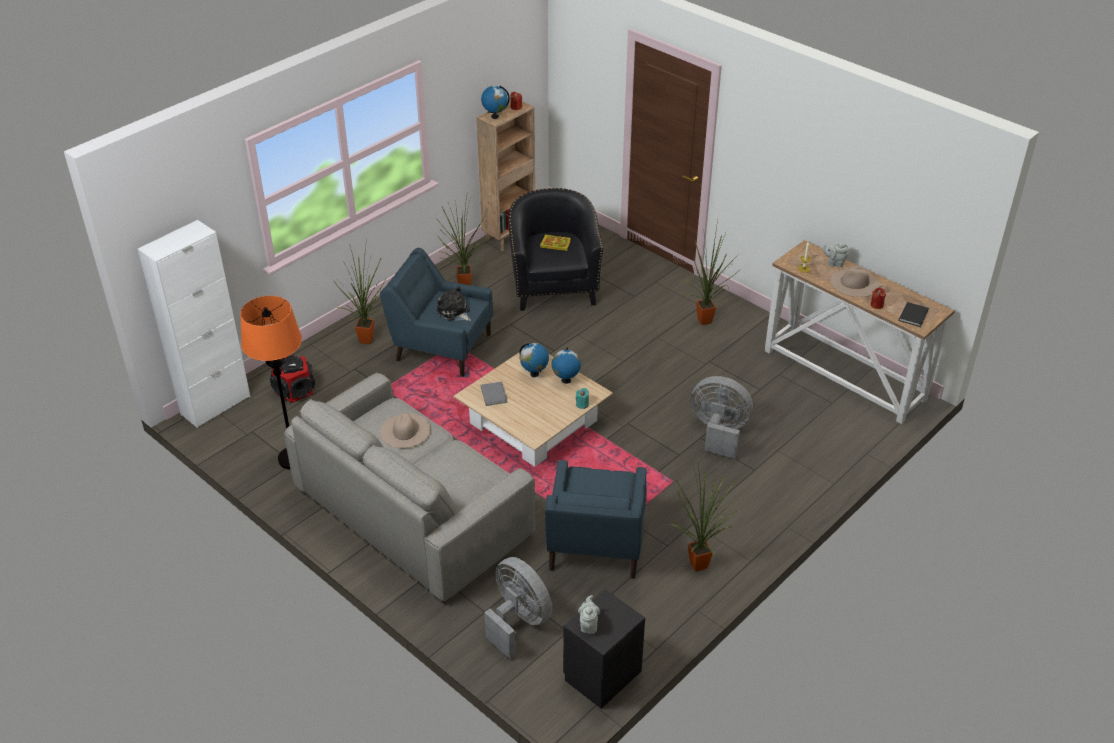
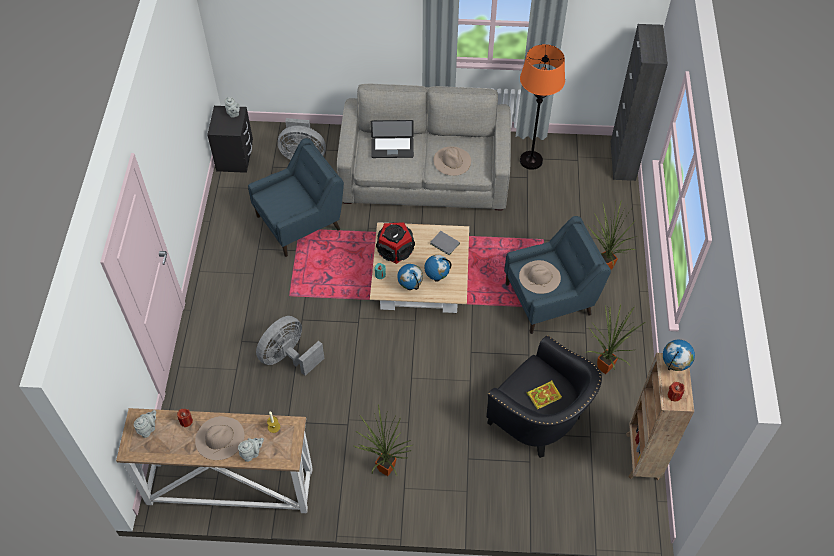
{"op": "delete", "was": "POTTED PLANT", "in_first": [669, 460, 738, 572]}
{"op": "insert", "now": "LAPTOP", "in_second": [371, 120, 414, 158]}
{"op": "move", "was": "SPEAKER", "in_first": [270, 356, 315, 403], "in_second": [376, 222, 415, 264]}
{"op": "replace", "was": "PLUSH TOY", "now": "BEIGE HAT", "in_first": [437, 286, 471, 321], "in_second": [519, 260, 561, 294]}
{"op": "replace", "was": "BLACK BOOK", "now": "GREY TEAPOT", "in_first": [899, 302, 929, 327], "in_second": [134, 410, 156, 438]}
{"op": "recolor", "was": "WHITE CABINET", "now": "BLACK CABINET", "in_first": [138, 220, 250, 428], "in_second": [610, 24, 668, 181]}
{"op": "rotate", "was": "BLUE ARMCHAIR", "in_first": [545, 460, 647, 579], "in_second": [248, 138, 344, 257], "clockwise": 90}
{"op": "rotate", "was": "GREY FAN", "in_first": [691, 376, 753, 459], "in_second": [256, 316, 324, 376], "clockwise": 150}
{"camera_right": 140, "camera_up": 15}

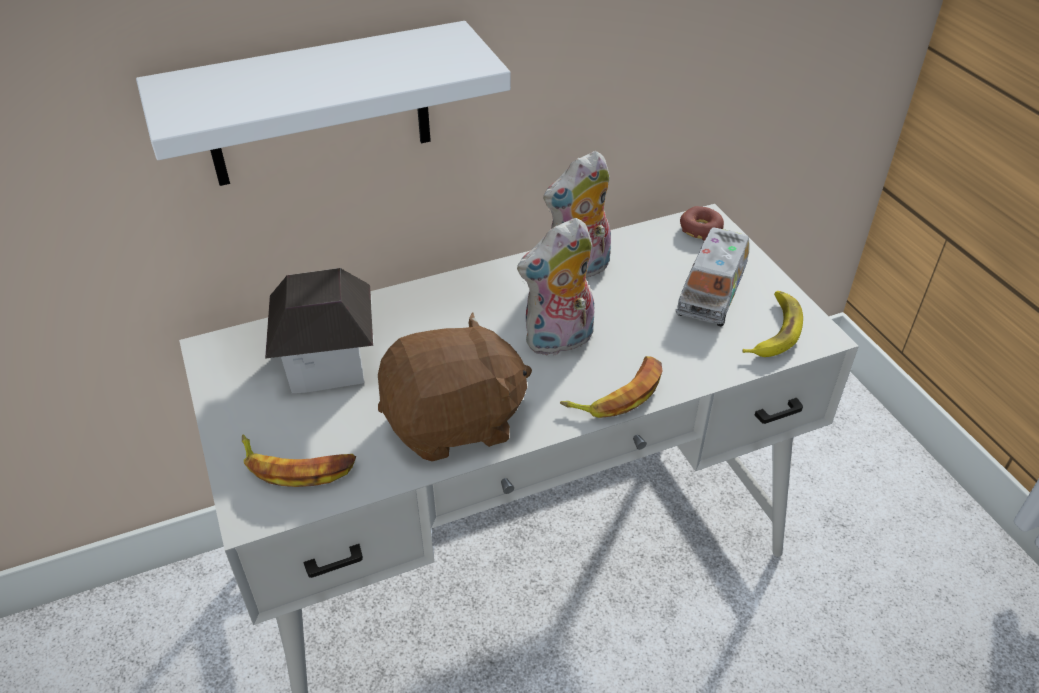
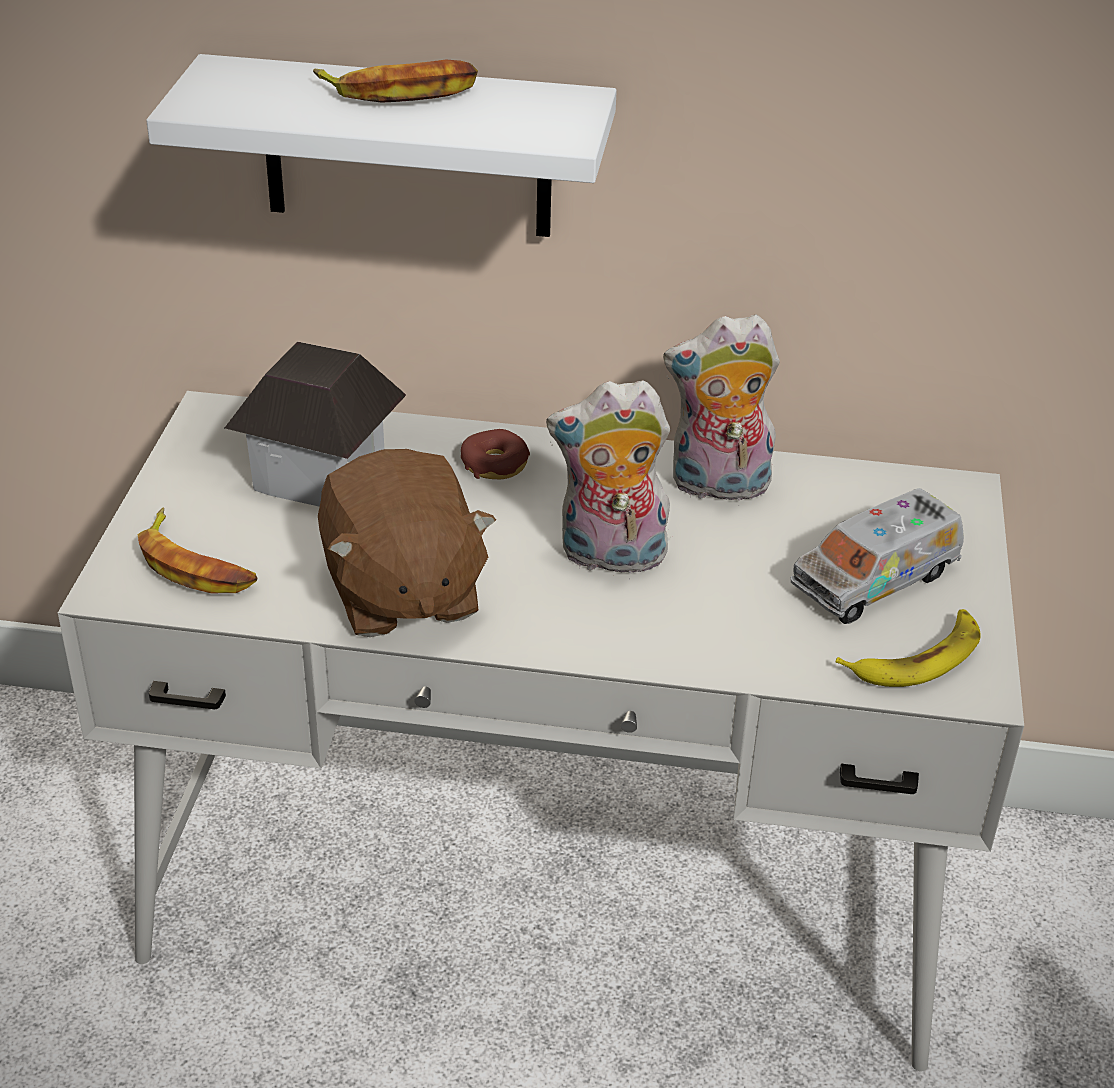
{"op": "move", "was": "BANANA", "in_first": [560, 356, 663, 418], "in_second": [313, 60, 478, 103]}
{"op": "move", "was": "DONUT", "in_first": [680, 206, 724, 241], "in_second": [461, 429, 530, 479]}
{"op": "rotate", "was": "BROWN PLUSH TOY", "in_first": [378, 312, 532, 462], "in_second": [318, 449, 496, 637], "clockwise": 60}
{"camera_right": 30, "camera_up": -5}

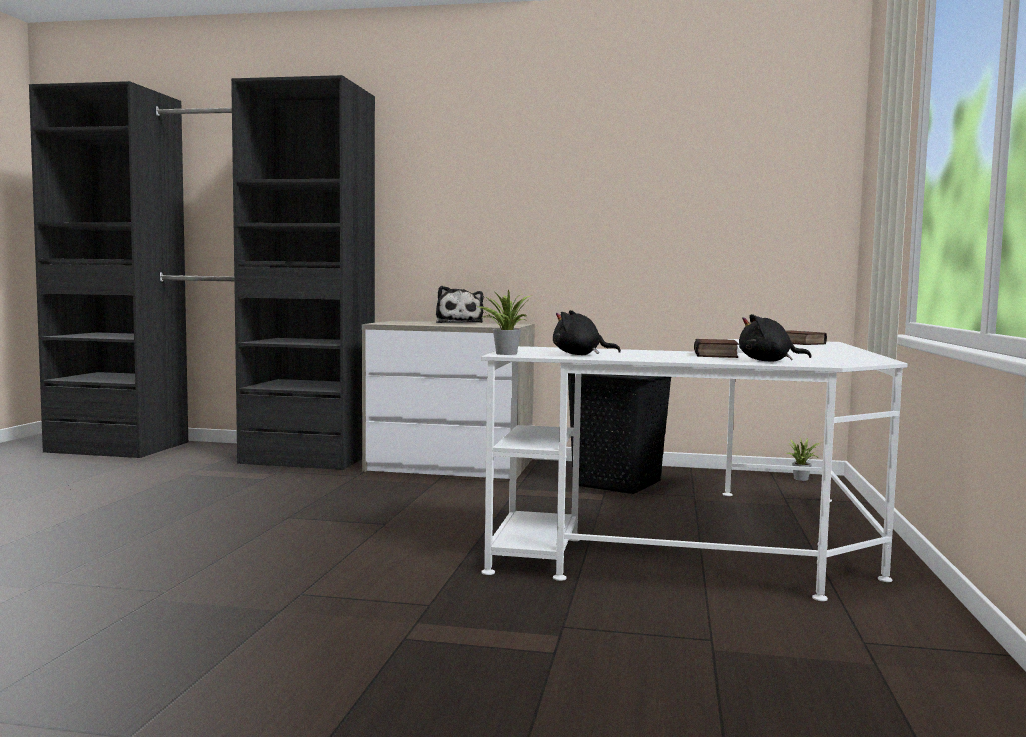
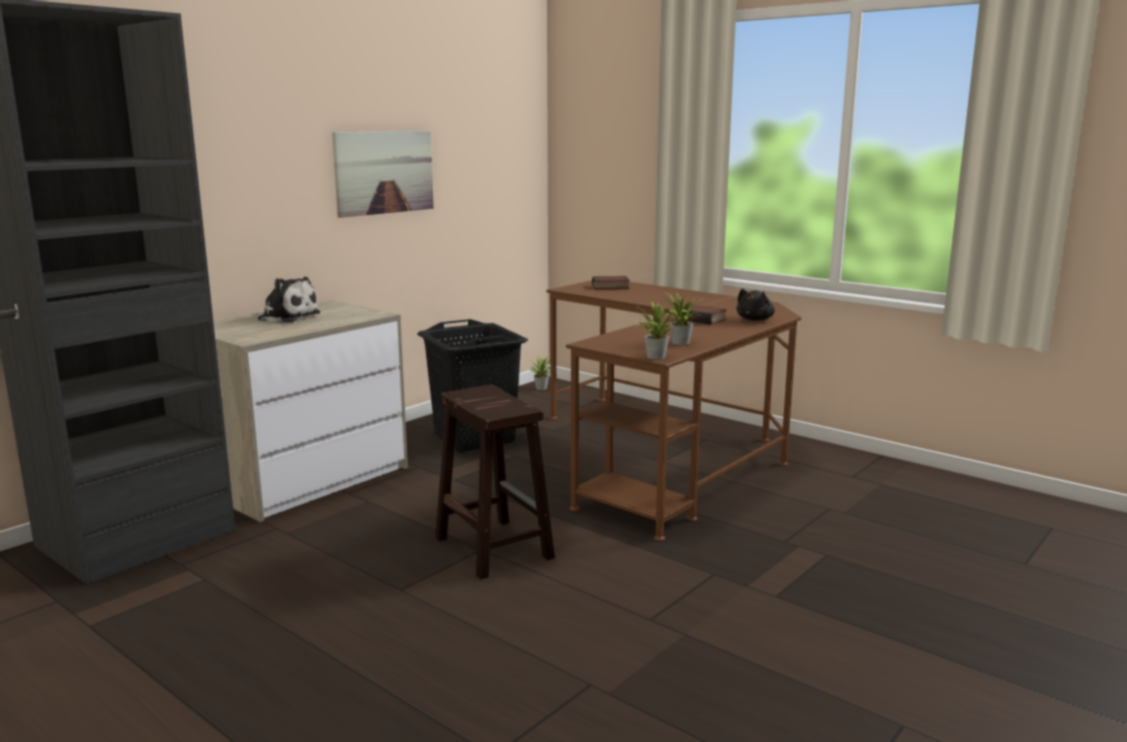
{"op": "insert", "now": "PICTURE", "in_second": [332, 131, 434, 218]}
{"op": "insert", "now": "BROWN STOOL", "in_second": [435, 385, 555, 580]}
{"op": "replace", "was": "BLACK PLUSH TOY", "now": "POTTED PLANT", "in_first": [553, 310, 621, 355], "in_second": [662, 293, 705, 345]}
{"op": "recolor", "was": "WHITE DESK", "now": "BROWN DESK", "in_first": [481, 339, 908, 601], "in_second": [546, 280, 801, 541]}
{"camera_right": -60, "camera_up": 10}

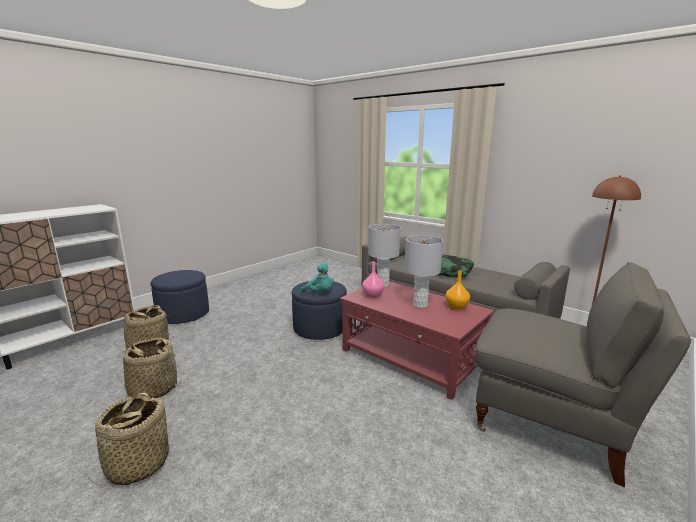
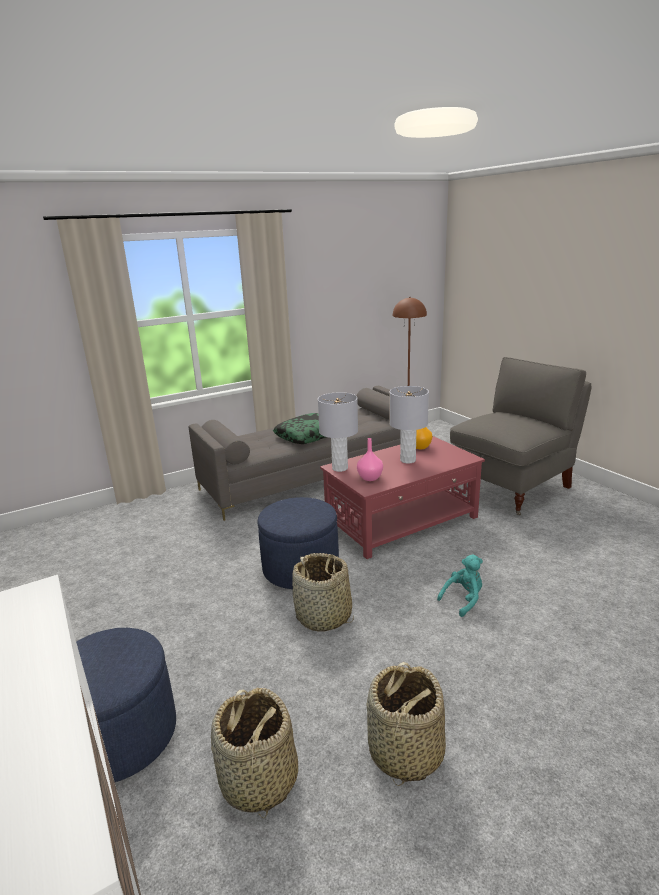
{"op": "move", "was": "BASKET", "in_first": [88, 393, 169, 485], "in_second": [292, 553, 354, 631]}
{"op": "move", "was": "TURQUOISE PLUSH TOY", "in_first": [301, 263, 334, 293], "in_second": [437, 554, 483, 617]}
{"camera_right": -70, "camera_up": 5}

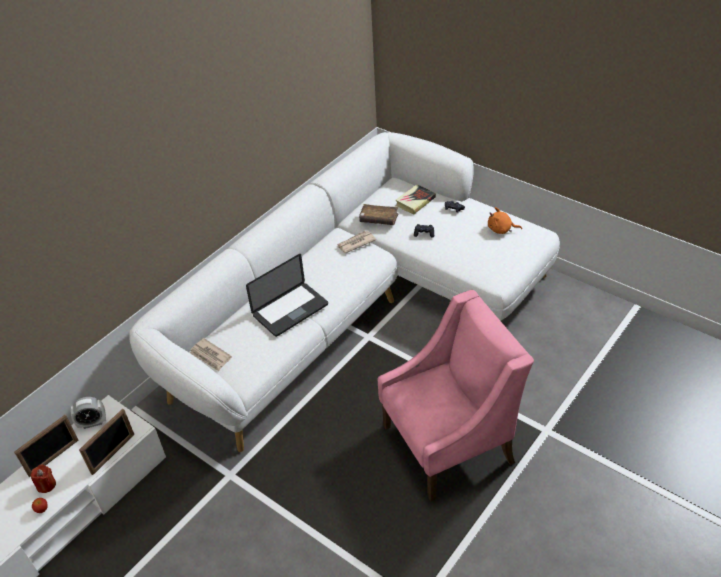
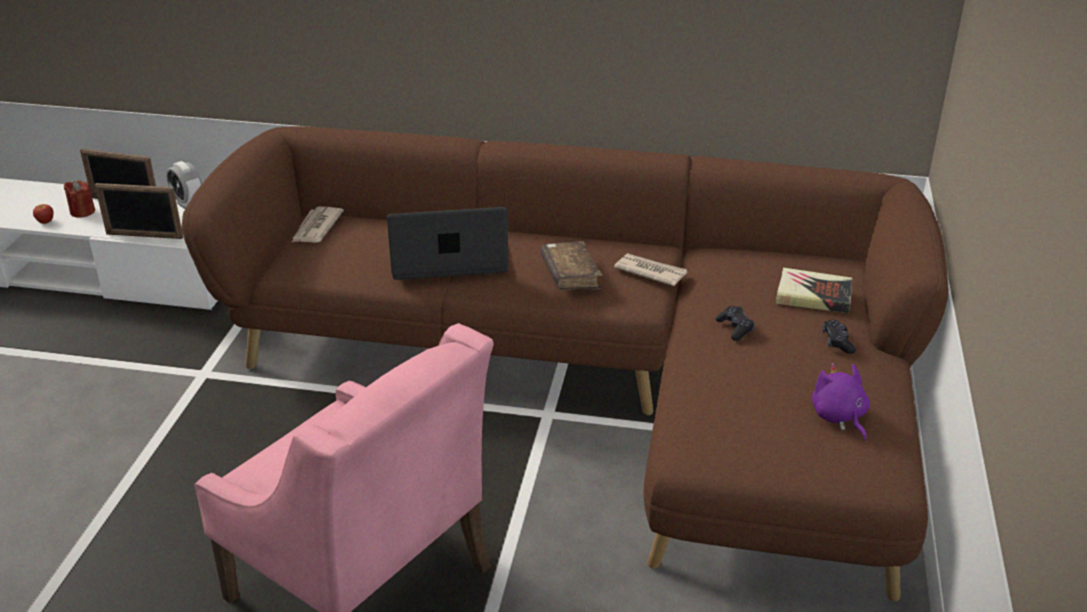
{"op": "move", "was": "BROWN BOOK", "in_first": [359, 204, 398, 225], "in_second": [541, 241, 602, 290]}
{"op": "recolor", "was": "WHITE SOFA", "now": "BROWN SOFA", "in_first": [129, 132, 560, 452], "in_second": [181, 126, 949, 601]}
{"op": "recolor", "was": "ORANGE PLUSH TOY", "now": "PURPLE PLUSH TOY", "in_first": [488, 207, 522, 234], "in_second": [812, 363, 870, 441]}
{"op": "rotate", "was": "LAPTOP", "in_first": [246, 254, 328, 337], "in_second": [387, 207, 508, 280], "clockwise": 150}
{"camera_right": 60, "camera_up": -10}

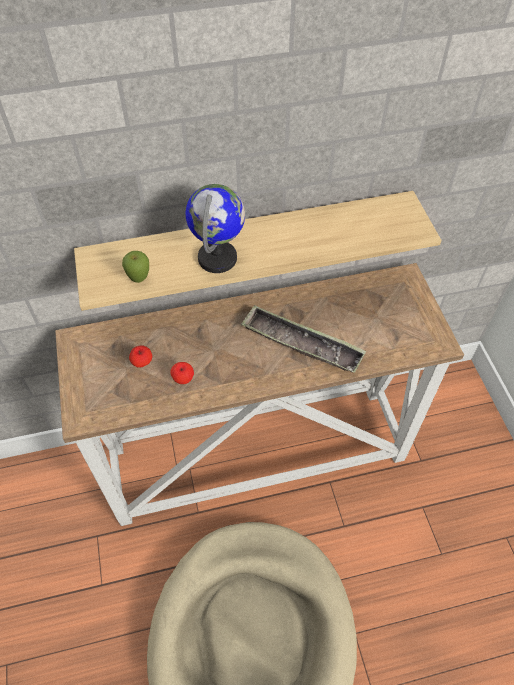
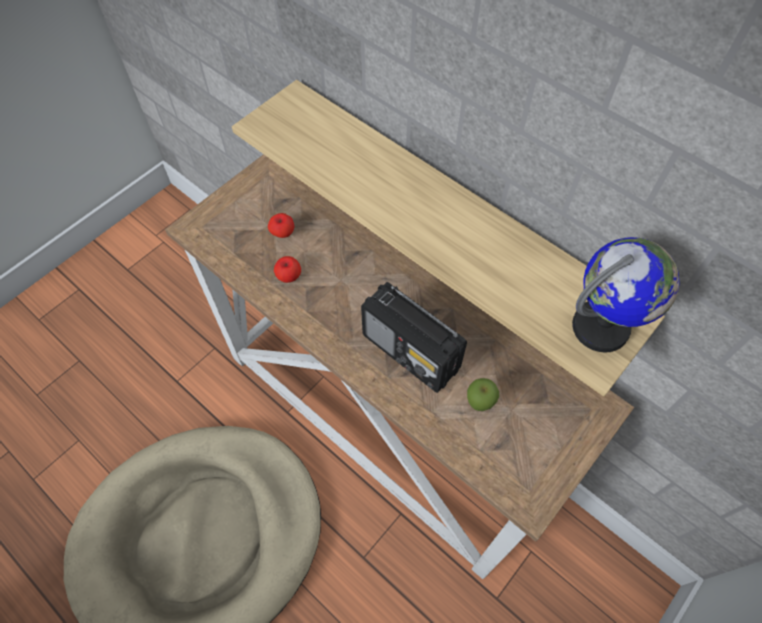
{"op": "move", "was": "APPLE", "in_first": [122, 251, 149, 283], "in_second": [467, 378, 499, 411]}
{"op": "move", "was": "GLOBE", "in_first": [185, 184, 245, 273], "in_second": [572, 237, 680, 353]}
{"op": "replace", "was": "TRAY", "now": "RADIO", "in_first": [241, 305, 366, 373], "in_second": [361, 282, 467, 393]}
{"camera_right": 55, "camera_up": 5}

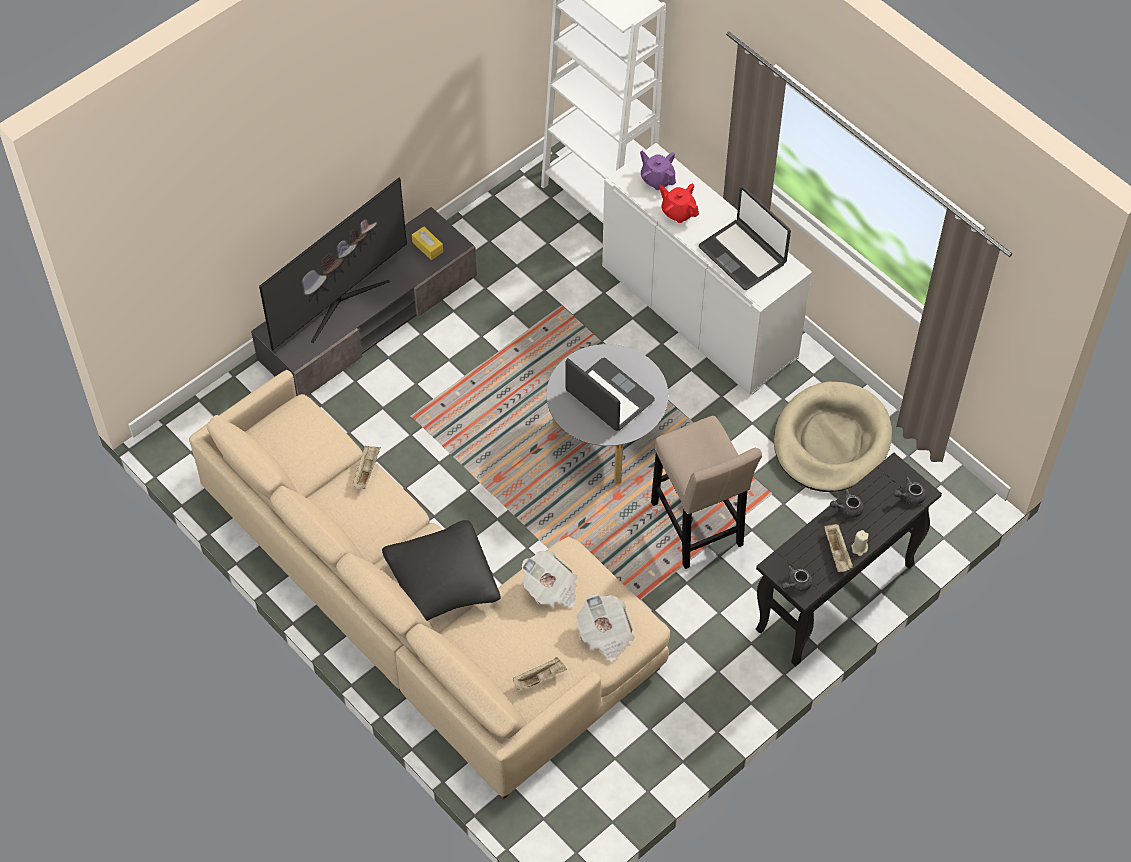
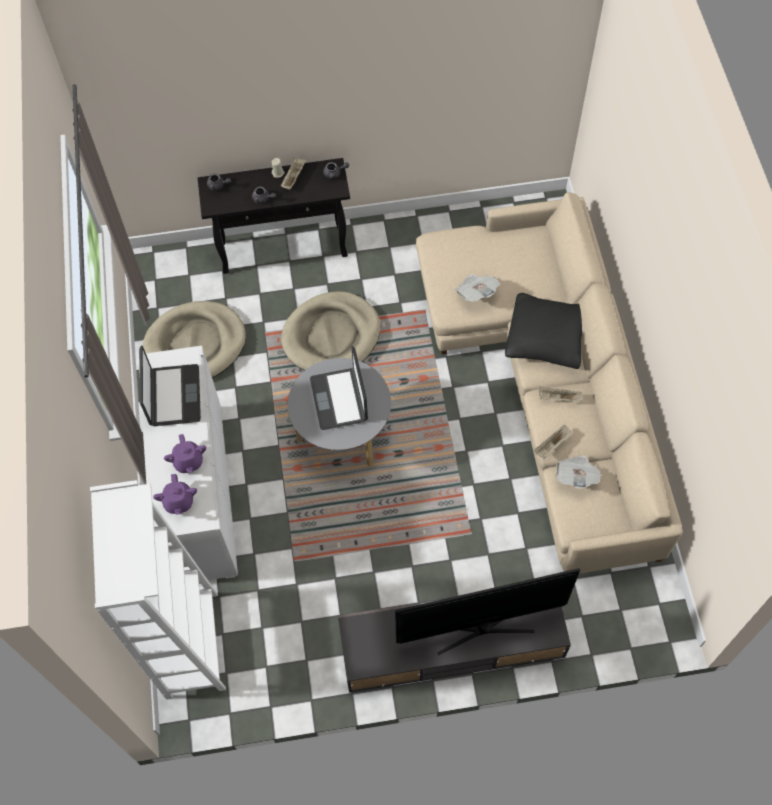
{"op": "delete", "was": "YELLOW TISSUE BOX", "in_first": [412, 227, 443, 260]}
{"op": "move", "was": "BEIGE TRAY", "in_first": [513, 657, 567, 690], "in_second": [539, 387, 582, 402]}
{"op": "move", "was": "NEWSPAPER", "in_first": [576, 594, 635, 662], "in_second": [555, 455, 602, 489]}
{"op": "replace", "was": "BEIGE STOOL", "now": "BEIGE DOG BED", "in_first": [651, 416, 762, 569], "in_second": [281, 291, 380, 371]}
{"op": "recolor", "was": "RED TEAPOT", "now": "PURPLE TEAPOT", "in_first": [659, 184, 699, 223], "in_second": [164, 434, 206, 473]}
{"camera_right": -145, "camera_up": 5}

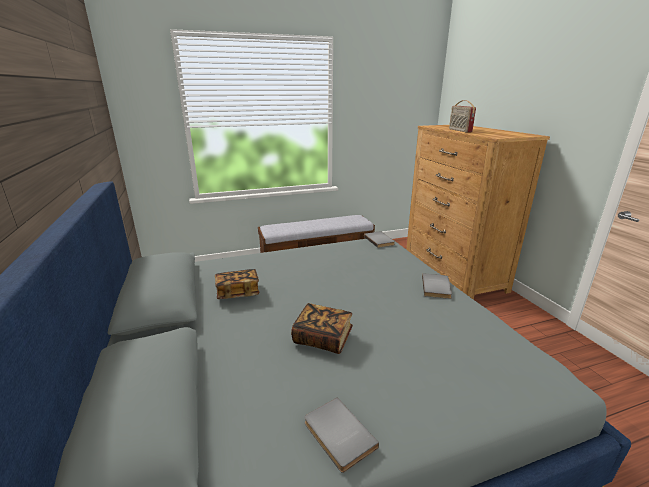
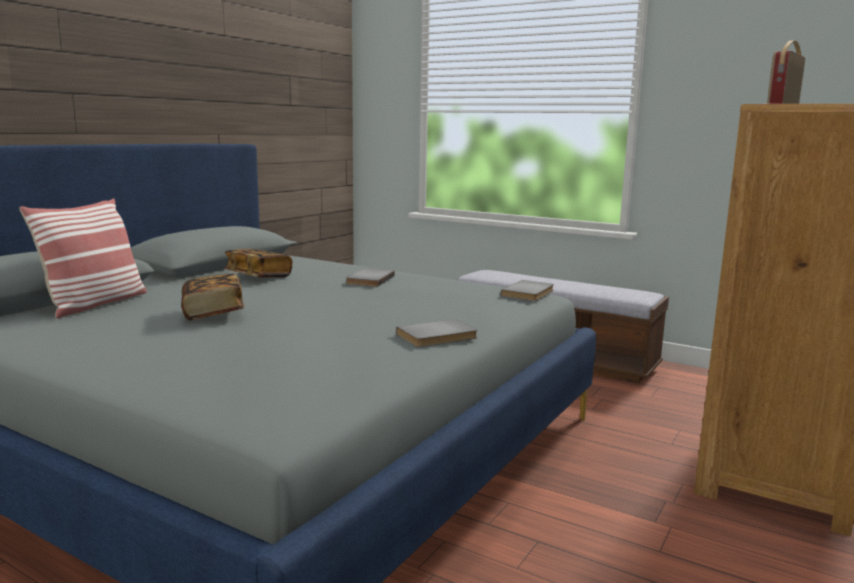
{"op": "insert", "now": "PILLOW", "in_second": [19, 198, 147, 319]}
{"op": "move", "was": "GREY BOOK", "in_first": [304, 397, 379, 473], "in_second": [346, 268, 395, 287]}
{"camera_right": 50, "camera_up": -10}

